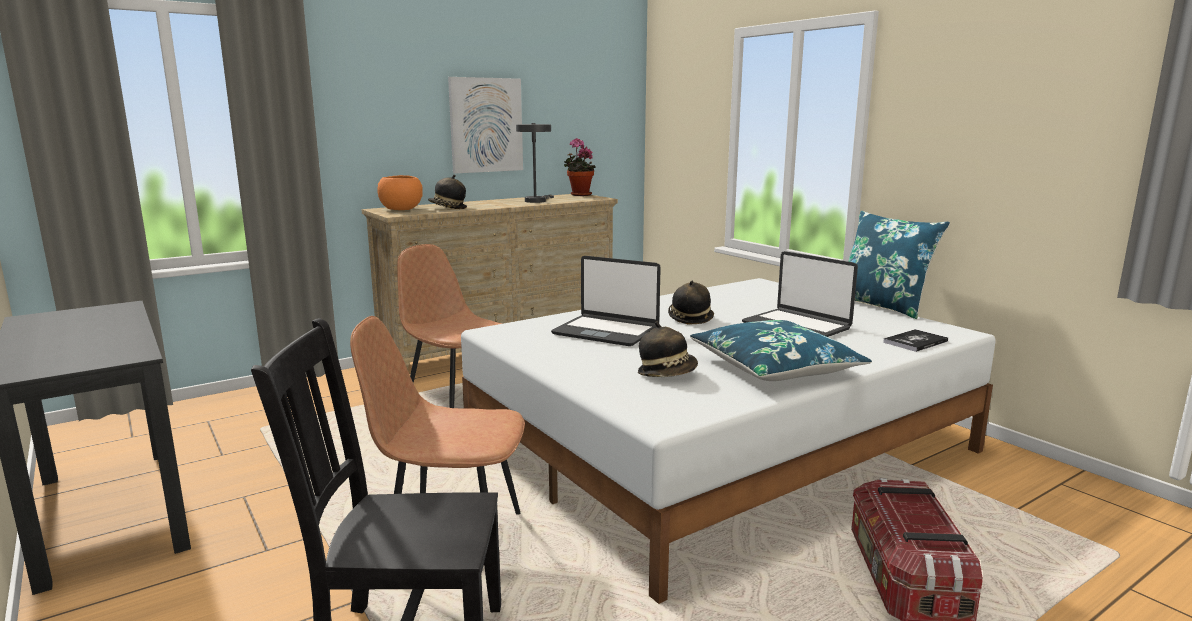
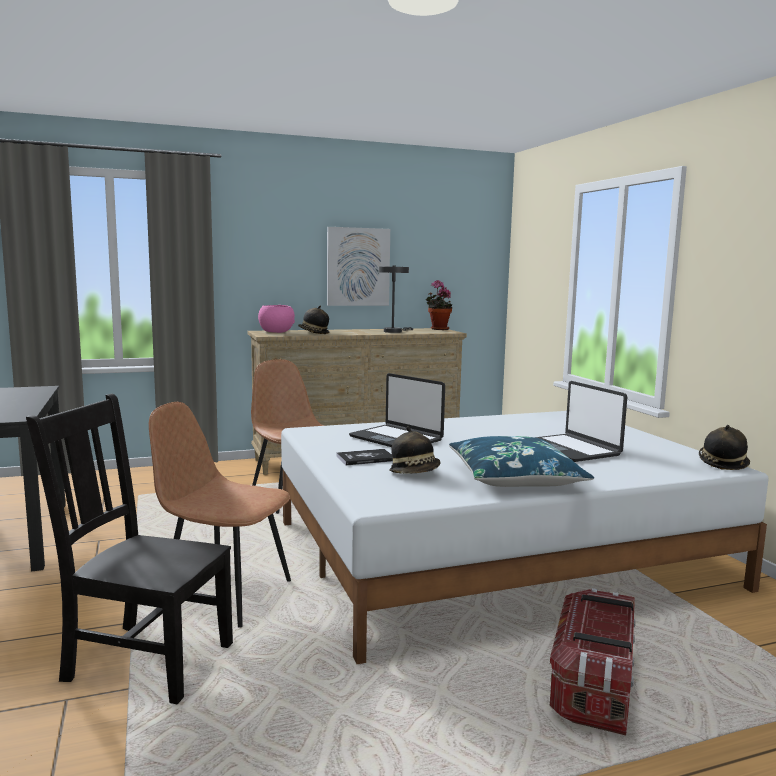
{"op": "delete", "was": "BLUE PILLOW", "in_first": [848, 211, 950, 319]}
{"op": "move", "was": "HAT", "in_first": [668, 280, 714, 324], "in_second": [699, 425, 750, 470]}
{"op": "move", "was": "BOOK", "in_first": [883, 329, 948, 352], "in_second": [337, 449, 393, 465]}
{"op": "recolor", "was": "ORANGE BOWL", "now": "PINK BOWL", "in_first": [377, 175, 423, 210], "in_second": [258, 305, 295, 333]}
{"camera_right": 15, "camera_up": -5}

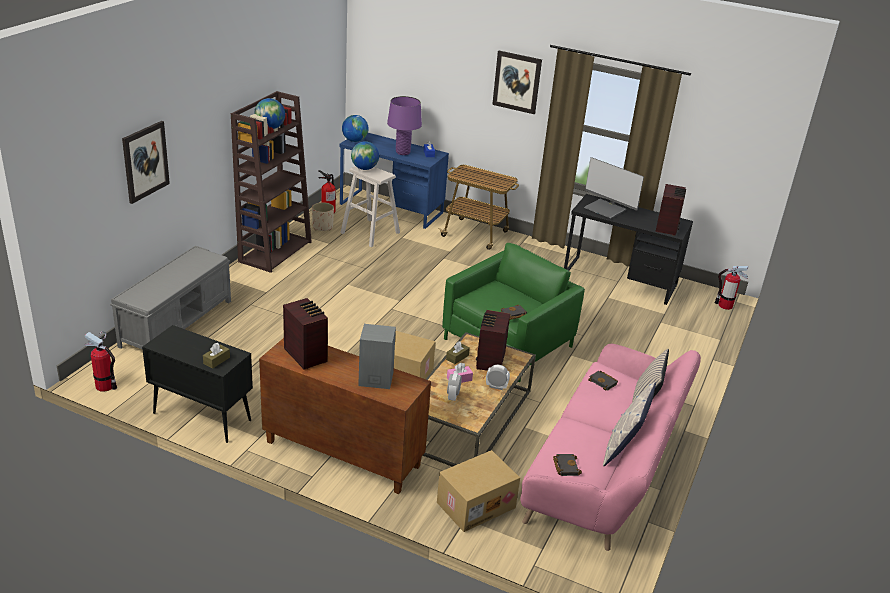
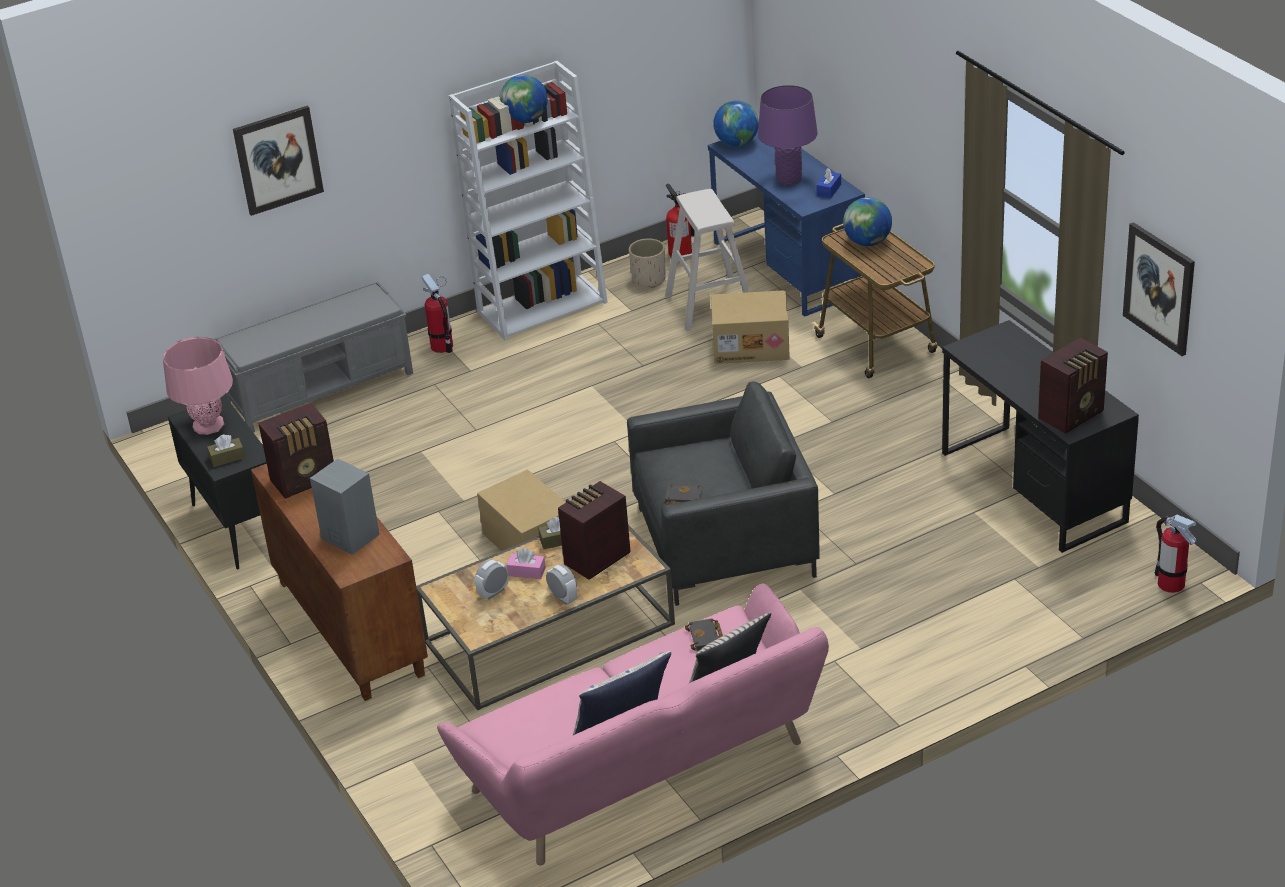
{"op": "delete", "was": "BLACK BOOK", "in_first": [553, 454, 582, 476]}
{"op": "delete", "was": "MONITOR", "in_first": [584, 157, 644, 218]}
{"op": "insert", "now": "PINK TABLE LAMP", "in_second": [163, 337, 233, 435]}
{"op": "move", "was": "FIRE EXTINGUISHER", "in_first": [85, 331, 117, 392], "in_second": [422, 274, 453, 353]}
{"op": "move", "was": "GLOBE", "in_first": [351, 141, 379, 170], "in_second": [843, 197, 892, 246]}
{"op": "move", "was": "CARDBOARD BOX", "in_first": [437, 450, 520, 532], "in_second": [711, 290, 790, 364]}
{"op": "move", "was": "PICTURE", "in_first": [492, 51, 542, 114], "in_second": [1123, 222, 1195, 356]}
{"op": "recolor", "was": "BROWN BOOKCASE", "now": "WHITE BOOKCASE", "in_first": [231, 91, 312, 273], "in_second": [449, 61, 608, 341]}
{"op": "recolor", "was": "GREEN ARMCHAIR", "now": "GREY ARMCHAIR", "in_first": [442, 243, 585, 382], "in_second": [627, 381, 820, 606]}
{"op": "rotate", "was": "RADIO", "in_first": [283, 298, 328, 370], "in_second": [258, 403, 334, 499], "clockwise": 60}
{"camera_right": 40, "camera_up": 5}

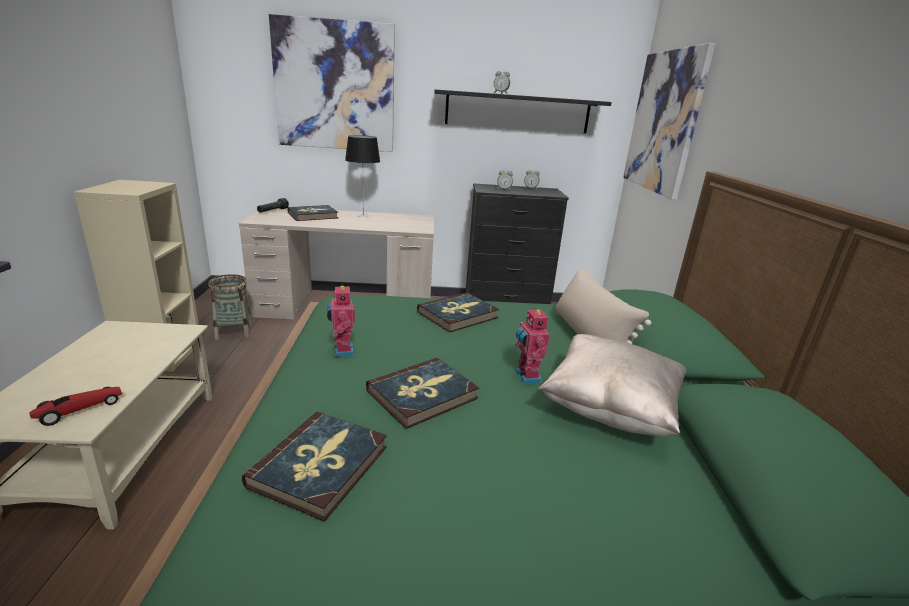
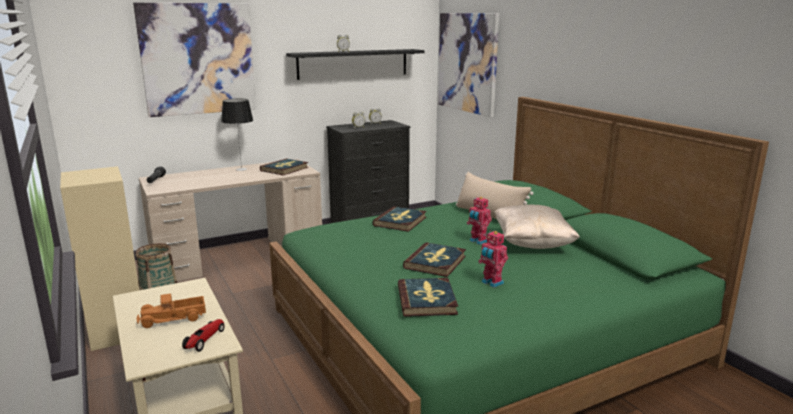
{"op": "insert", "now": "TOY TRUCK", "in_second": [137, 293, 206, 328]}
{"op": "move", "was": "BOOK", "in_first": [287, 205, 339, 221], "in_second": [260, 159, 308, 175]}
{"op": "move", "was": "TOY ROBOT", "in_first": [327, 283, 355, 357], "in_second": [479, 230, 508, 288]}
{"camera_right": -25, "camera_up": -5}

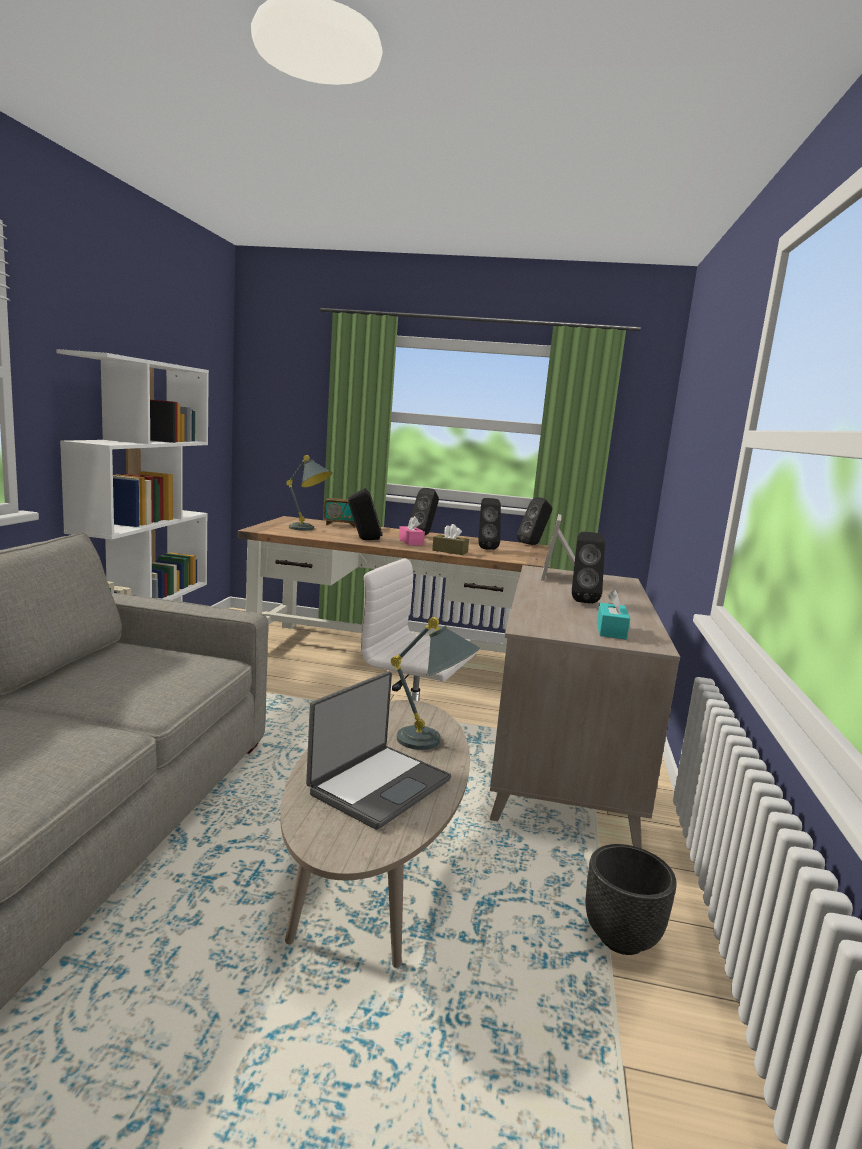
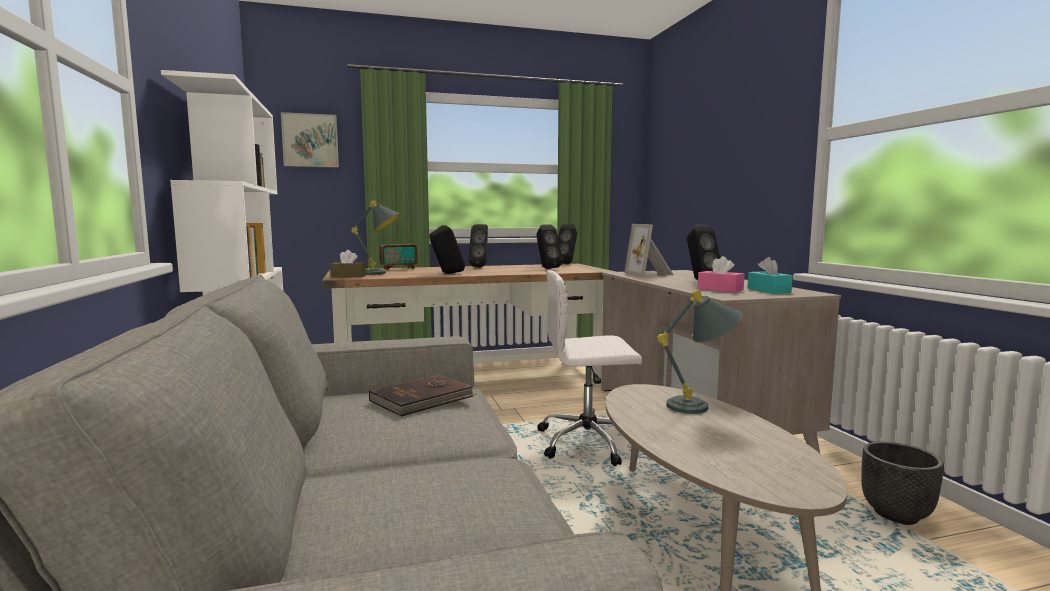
{"op": "delete", "was": "LAPTOP", "in_first": [306, 671, 451, 830]}
{"op": "insert", "now": "PICTURE", "in_second": [281, 112, 339, 168]}
{"op": "insert", "now": "BROWN BOOK", "in_second": [369, 374, 477, 417]}
{"op": "move", "was": "PINK TISSUE BOX", "in_first": [399, 516, 425, 545], "in_second": [698, 256, 744, 292]}
{"op": "move", "was": "BROWN TISSUE BOX", "in_first": [432, 524, 469, 555], "in_second": [330, 250, 366, 278]}
{"camera_right": -25, "camera_up": -5}

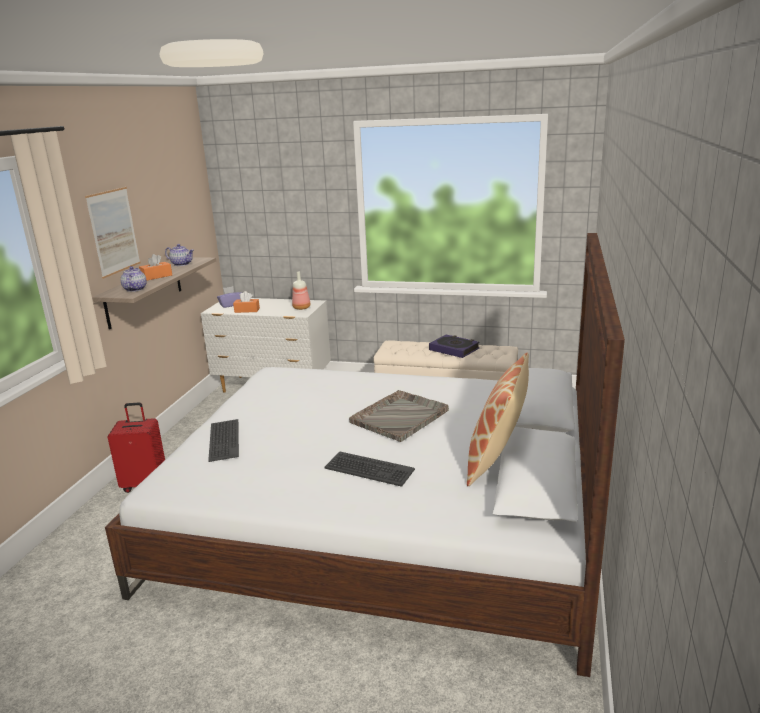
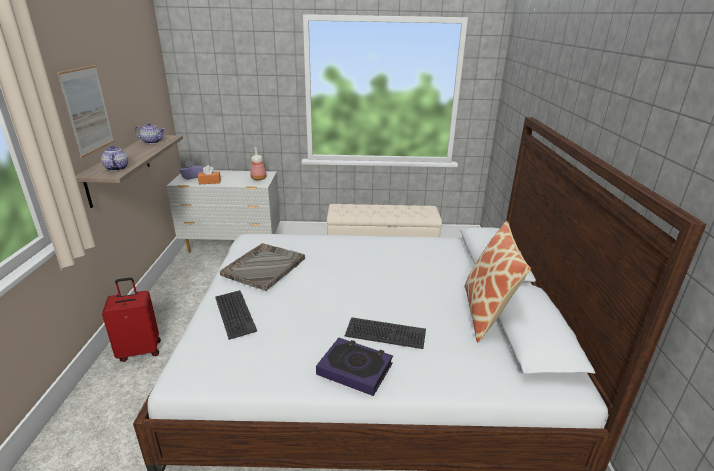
{"op": "delete", "was": "ORANGE TISSUE BOX", "in_first": [139, 254, 172, 281]}
{"op": "move", "was": "GREY TRAY", "in_first": [349, 390, 449, 442], "in_second": [220, 243, 305, 291]}
{"op": "move", "was": "BOOK", "in_first": [429, 334, 480, 358], "in_second": [316, 338, 393, 396]}
{"camera_right": -15, "camera_up": 5}

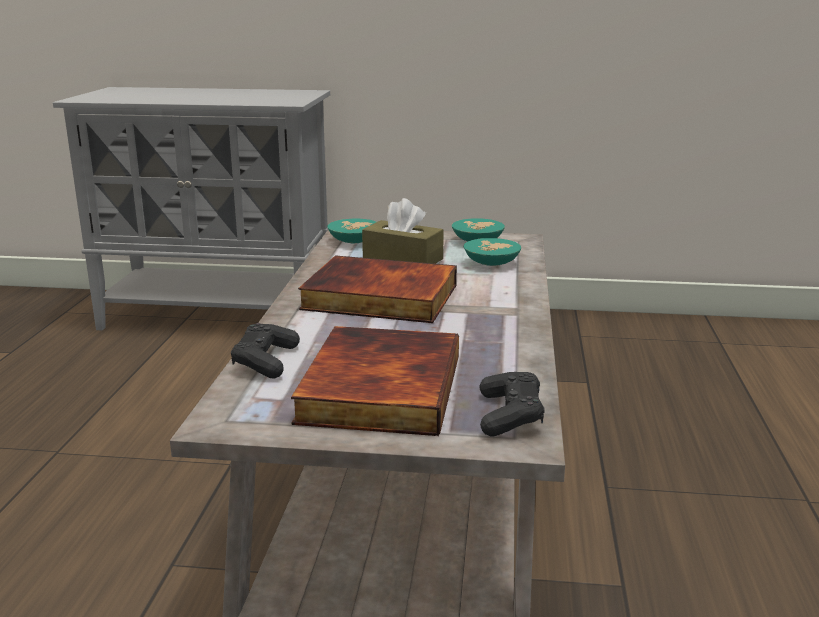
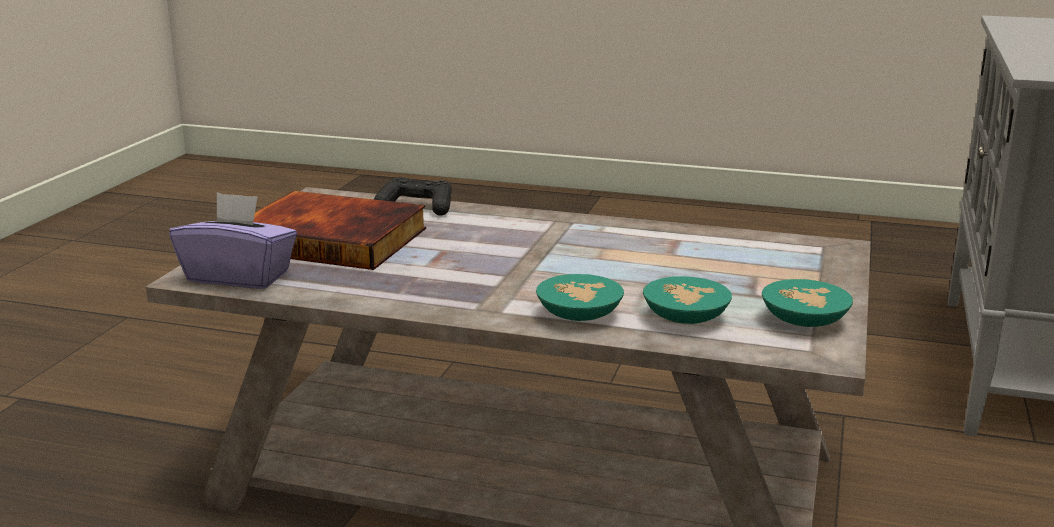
{"op": "delete", "was": "BOOK", "in_first": [298, 255, 457, 323]}
{"op": "delete", "was": "BROWN TISSUE BOX", "in_first": [362, 198, 444, 264]}
{"op": "move", "was": "TURQUOISE BOWL", "in_first": [327, 218, 376, 244], "in_second": [536, 274, 624, 321]}
{"op": "replace", "was": "BLACK GAME CONTROLLER", "now": "PURPLE TISSUE BOX", "in_first": [479, 372, 545, 436], "in_second": [169, 192, 297, 289]}
{"camera_right": 100, "camera_up": 0}

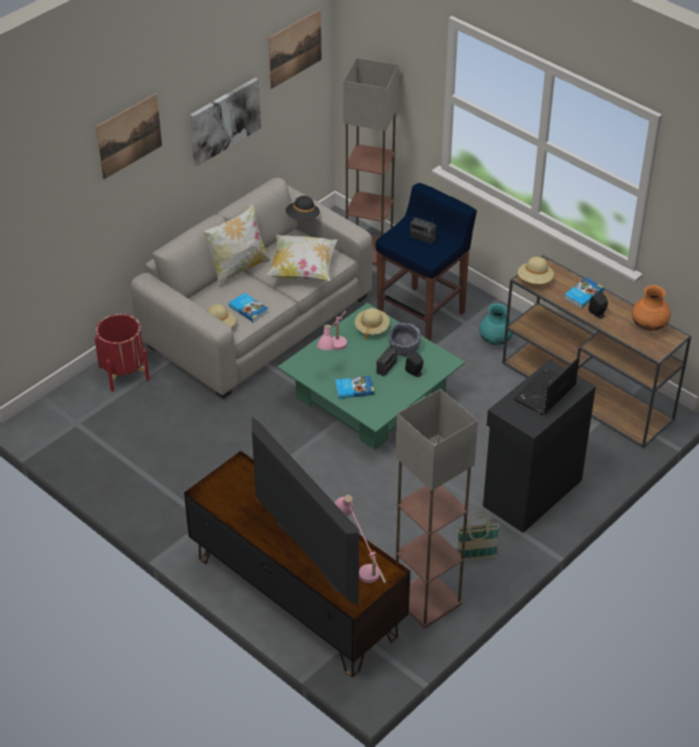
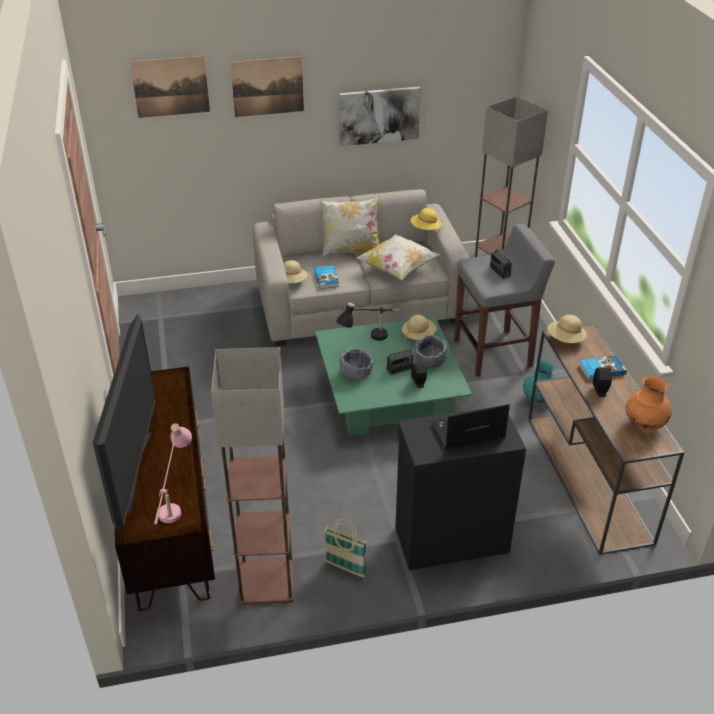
{"op": "delete", "was": "RED PLANTER", "in_first": [95, 314, 150, 392]}
{"op": "move", "was": "PICTURE", "in_first": [268, 9, 321, 89], "in_second": [130, 56, 210, 118]}
{"op": "replace", "was": "BOOK", "now": "GREY BOWL", "in_first": [335, 376, 374, 399], "in_second": [339, 348, 373, 380]}
{"op": "recolor", "was": "BLACK HAT", "now": "YELLOW HAT", "in_first": [286, 196, 320, 221], "in_second": [411, 208, 442, 230]}
{"op": "recolor", "was": "PINK TABLE LAMP", "now": "BLACK TABLE LAMP", "in_first": [317, 311, 347, 350], "in_second": [336, 303, 400, 341]}
{"op": "recolor", "was": "BLUE STOOL", "now": "GREY STOOL", "in_first": [376, 183, 477, 341], "in_second": [454, 224, 555, 377]}
{"camera_right": 35, "camera_up": -5}

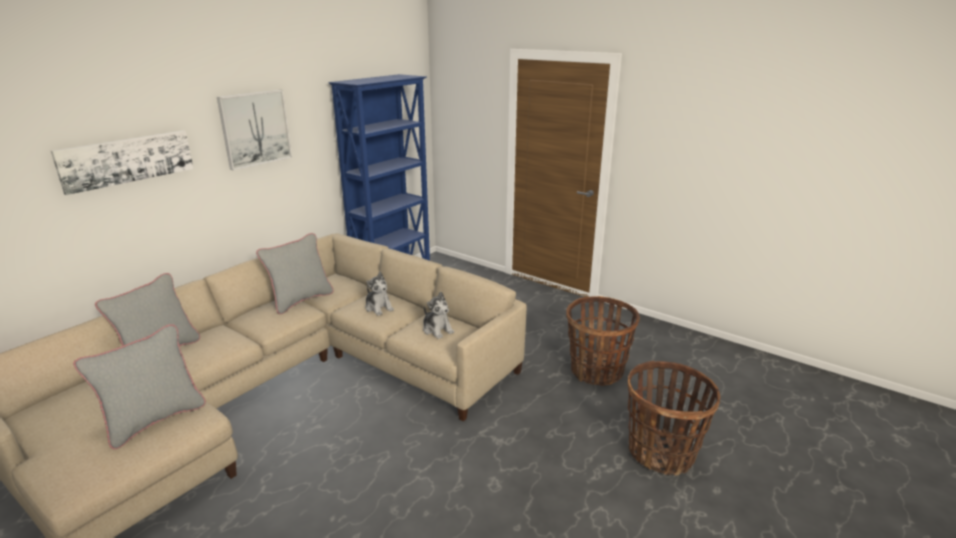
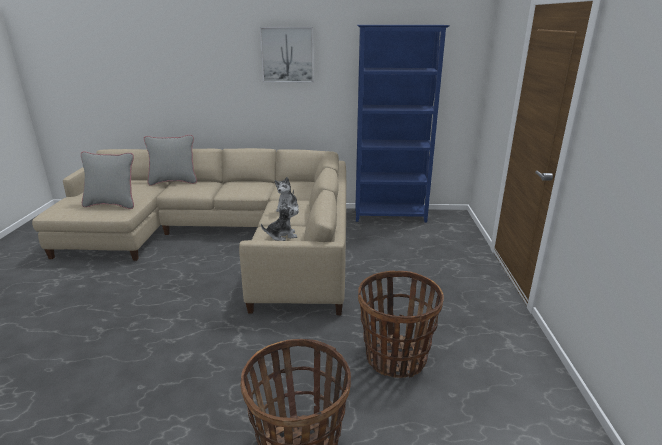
{"op": "delete", "was": "PICTURE", "in_first": [51, 131, 194, 195]}
{"op": "delete", "was": "GREY PILLOW", "in_first": [256, 233, 334, 314]}
{"op": "rotate", "was": "PLUSH TOY", "in_first": [423, 292, 454, 339], "in_second": [261, 199, 299, 241], "clockwise": -120}
{"camera_right": 55, "camera_up": 0}

